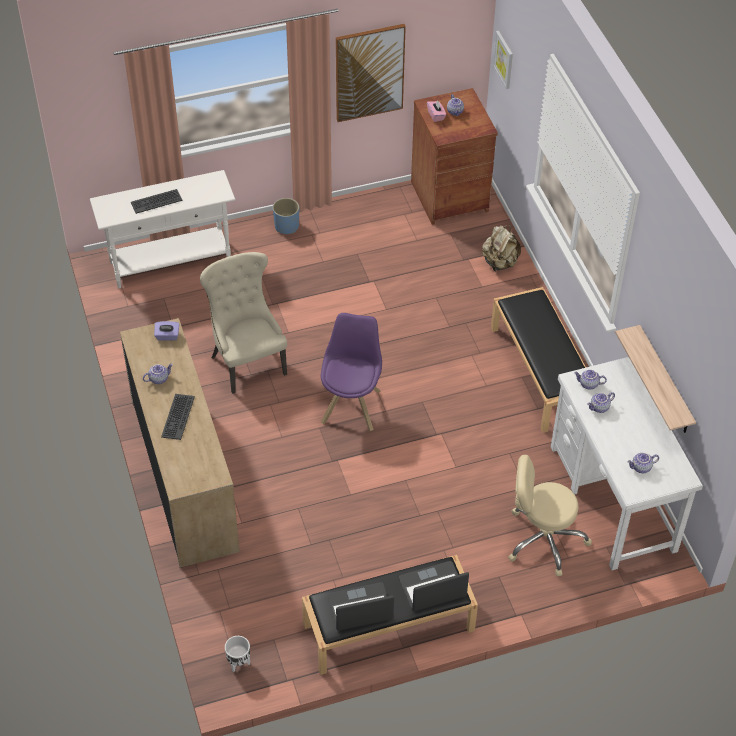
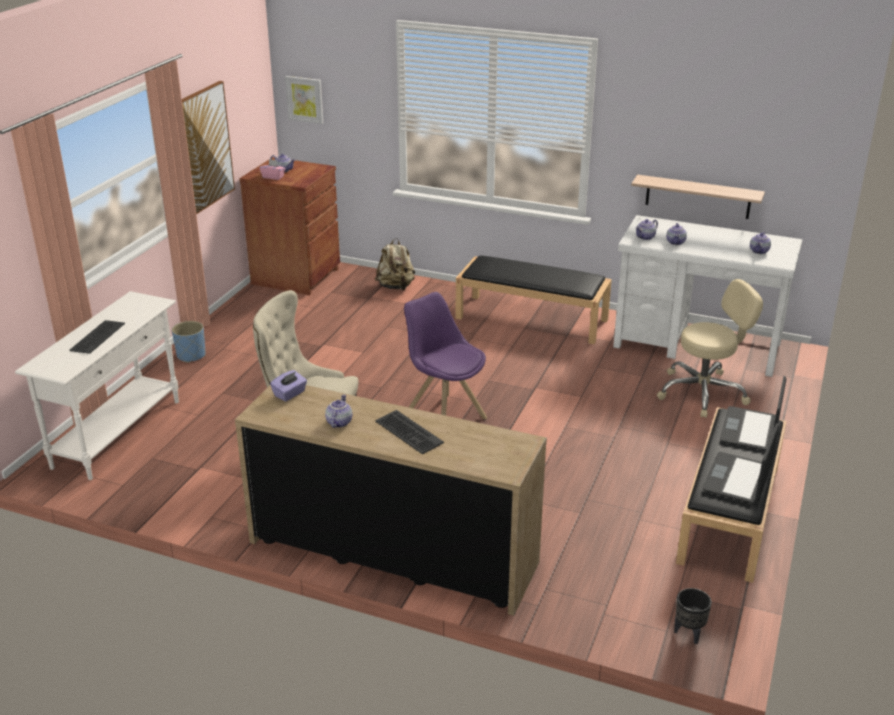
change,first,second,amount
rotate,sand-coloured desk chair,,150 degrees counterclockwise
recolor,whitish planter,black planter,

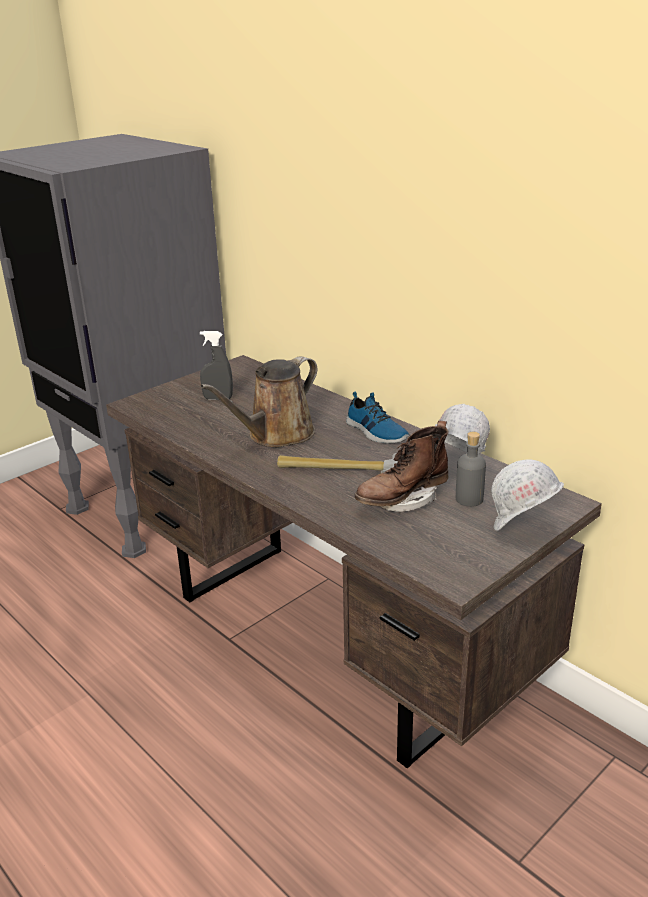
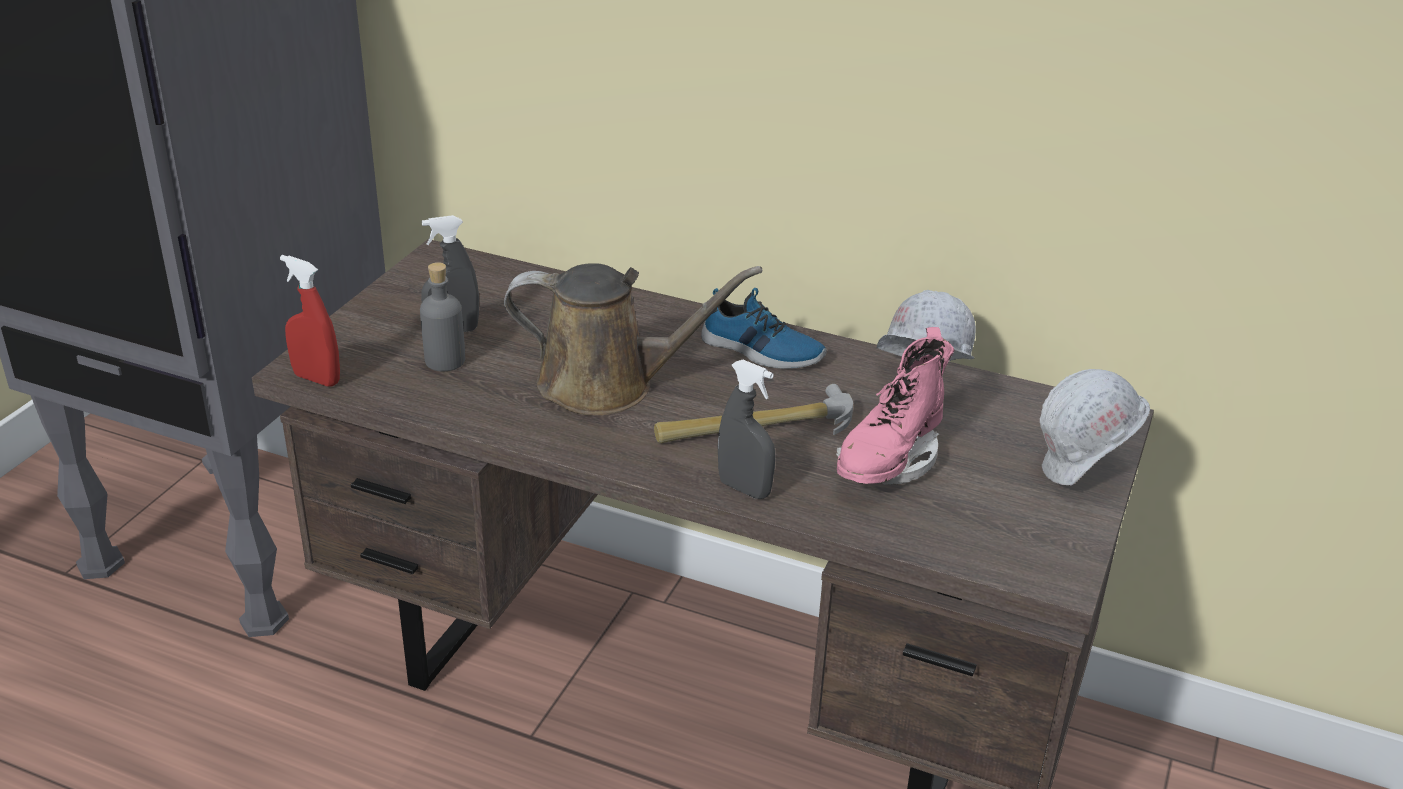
change,first,second,amount
rotate,brownish watering pot,,105 degrees counterclockwise
recolor,brownish high-top boot,pink-coloured high-top boot,
move,gray drink bottle,,
insert,,red spray bottle,
insert,,gray spray bottle (2nd from left),

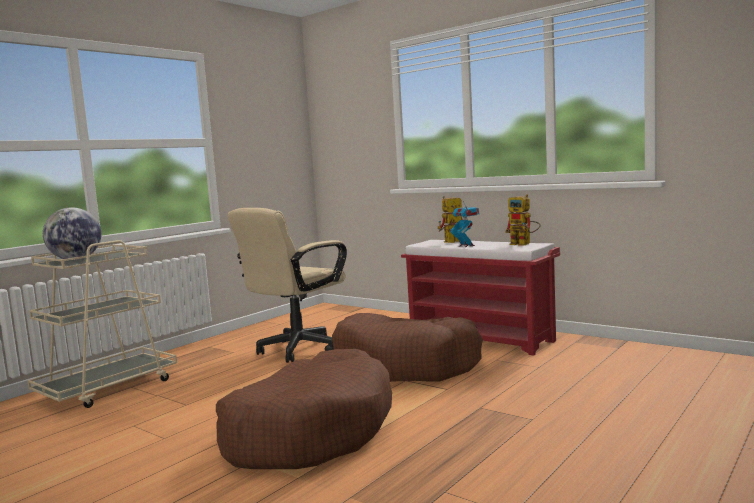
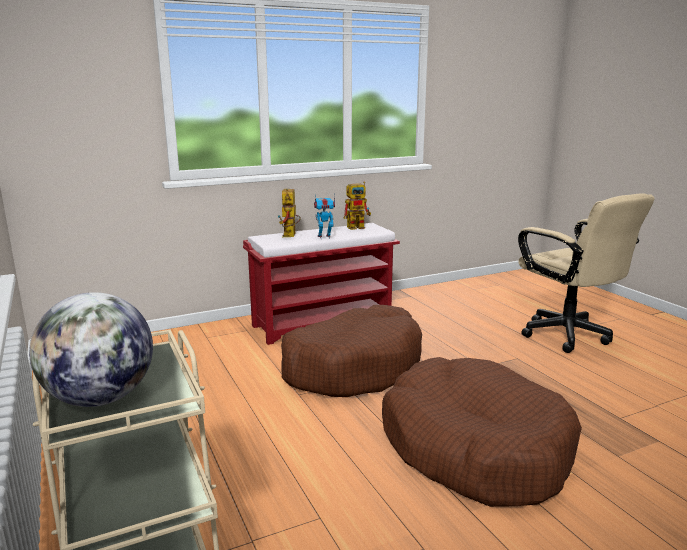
change,first,second,amount
move,sand-coloured desk chair,,

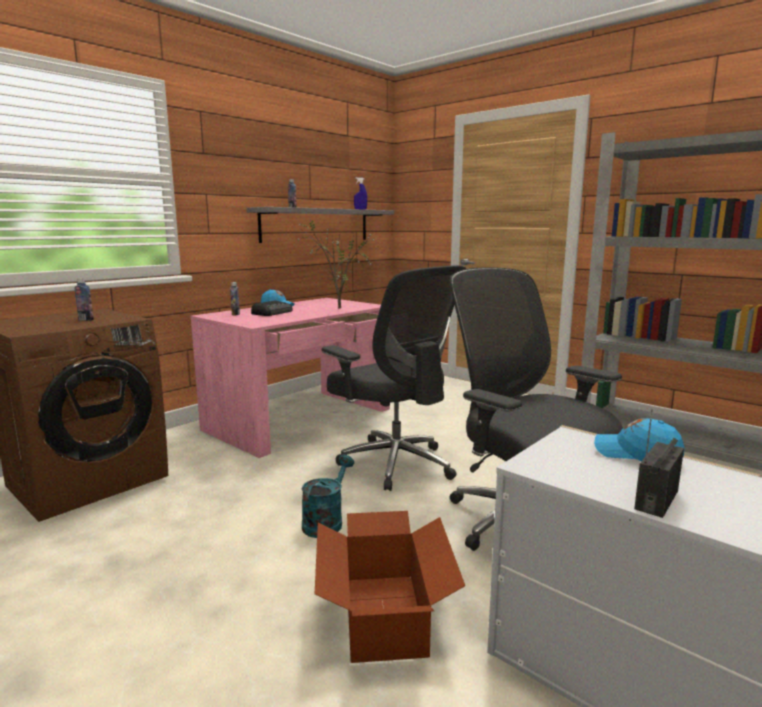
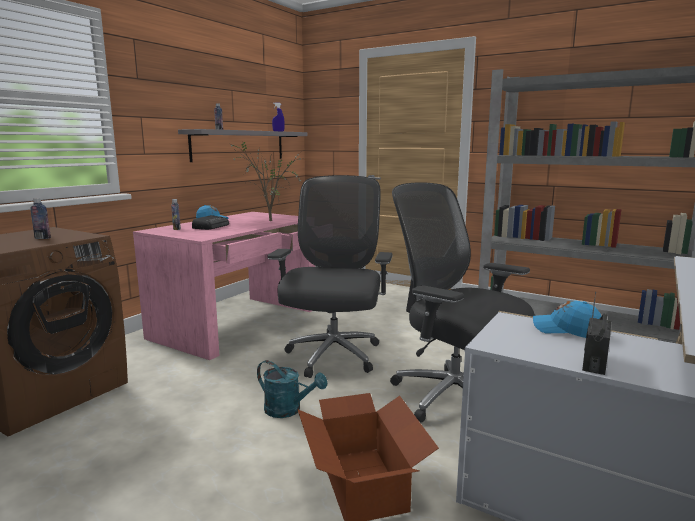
change,first,second,amount
rotate,desk chair (1st from left),,120 degrees counterclockwise
rotate,turquoise-coloured watering pot,,105 degrees clockwise

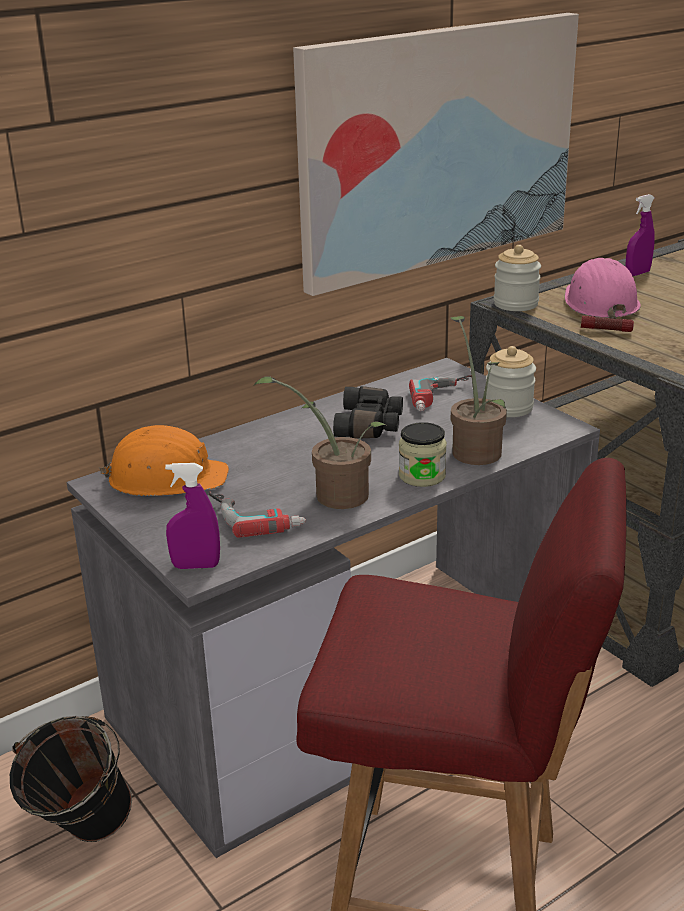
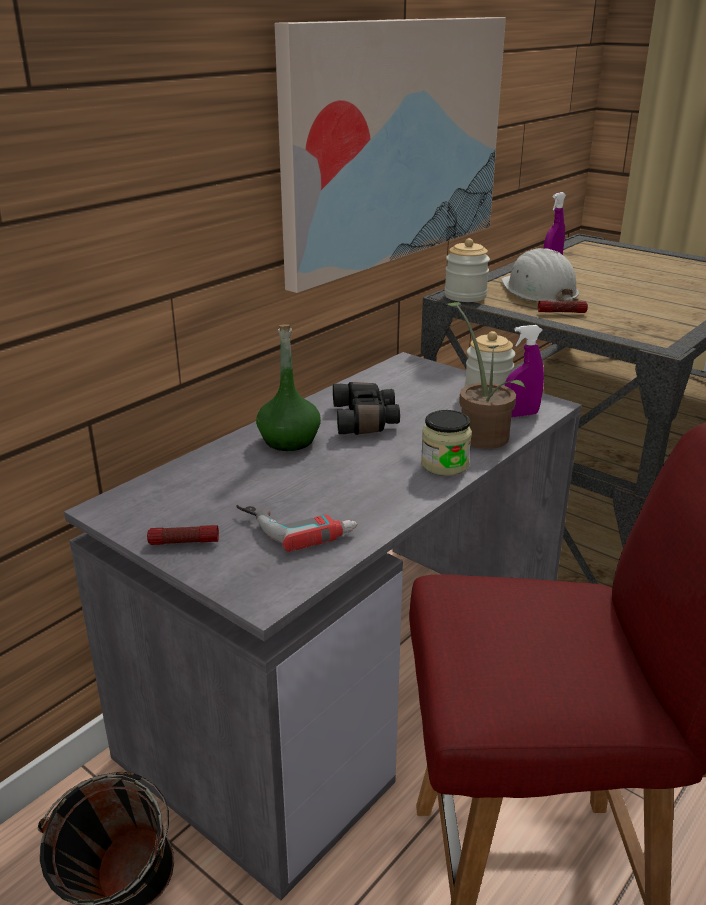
change,first,second,amount
recolor,pink-coloured work helmet,whitish work helmet,
delete,electric drill (2nd from left),,
delete,potted plant (1st from left),,
delete,orange work helmet,,
move,purple-coloured spray bottle (1st from left),,
insert,,green drink bottle,
insert,,torch (1st from left),

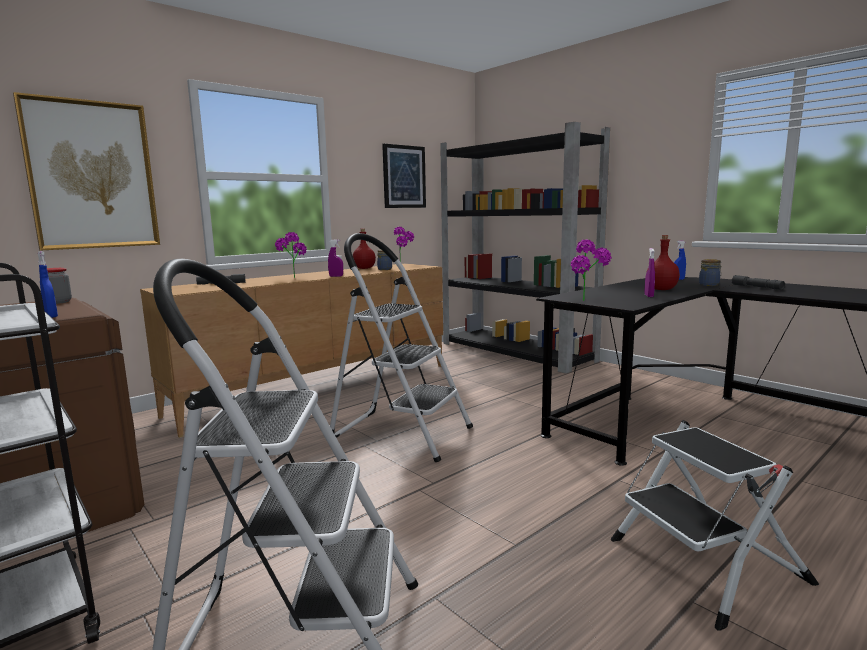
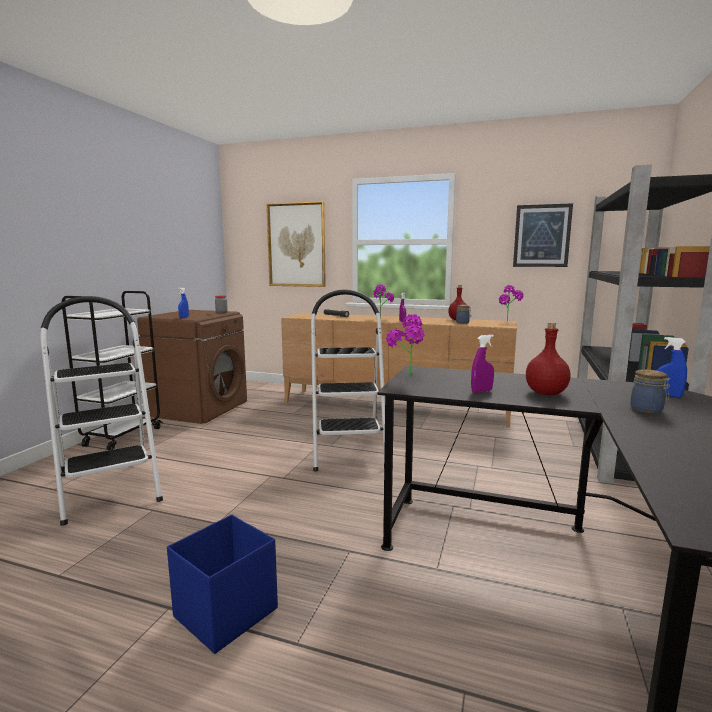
change,first,second,amount
delete,gray torch (2nd from left),,
replace,step ladder (3rd from left),bluish storage container,

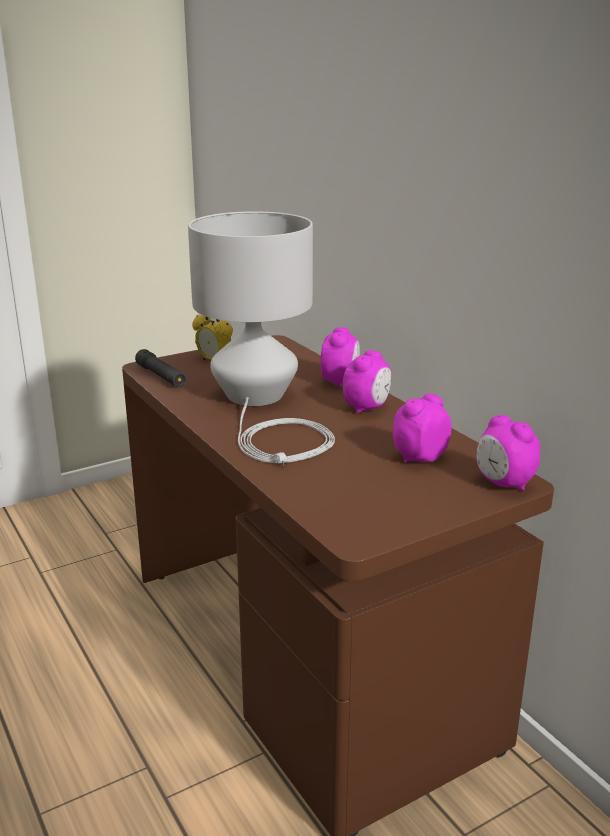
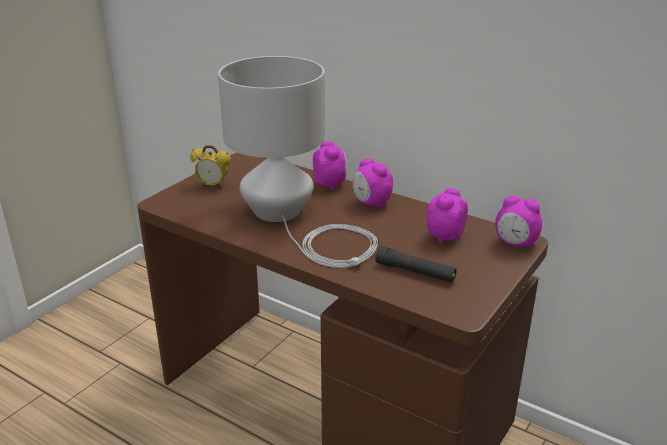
change,first,second,amount
move,black torch,,
rotate,alarm clock (3rd from left),,135 degrees clockwise

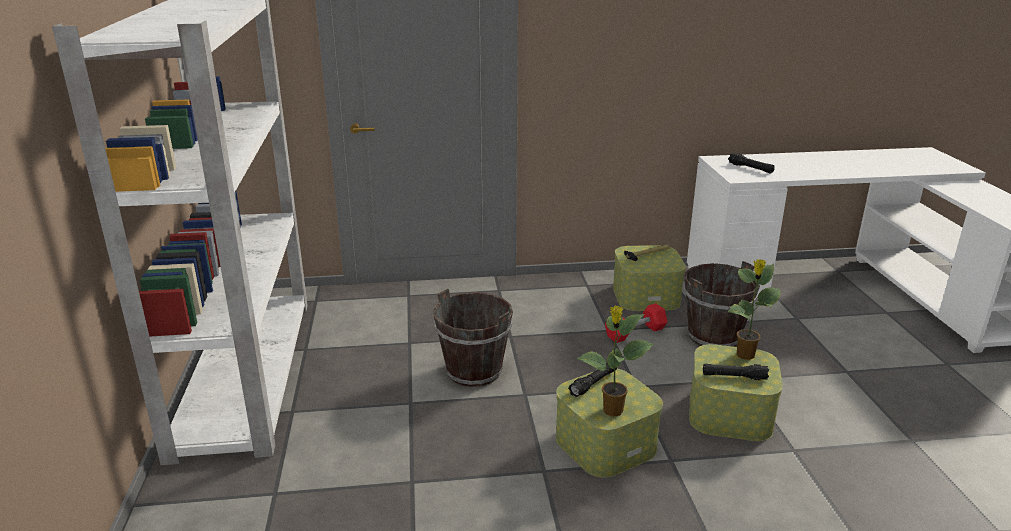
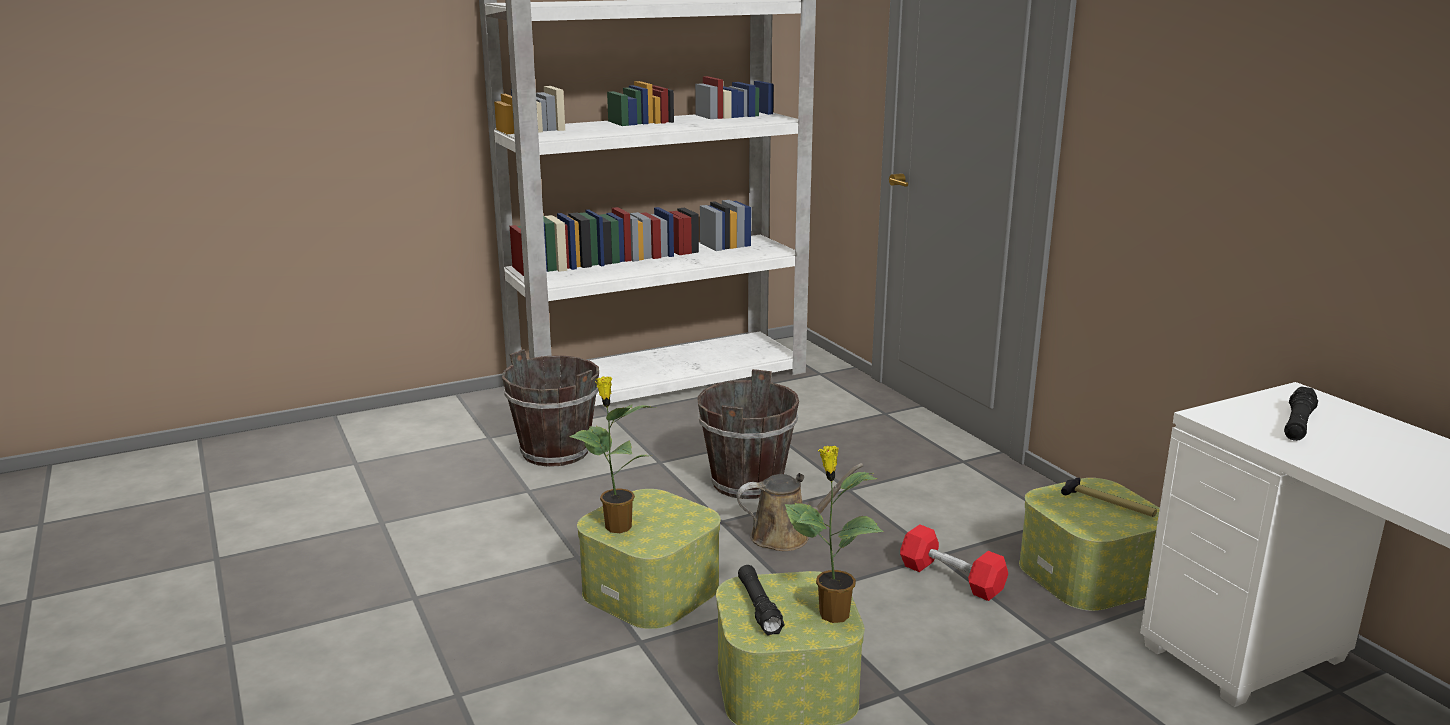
change,first,second,amount
move,brownish water bucket (2nd from left in the first image),brownish water bucket (1st from left),
delete,black torch (1st from left),,
insert,,brownish watering pot,

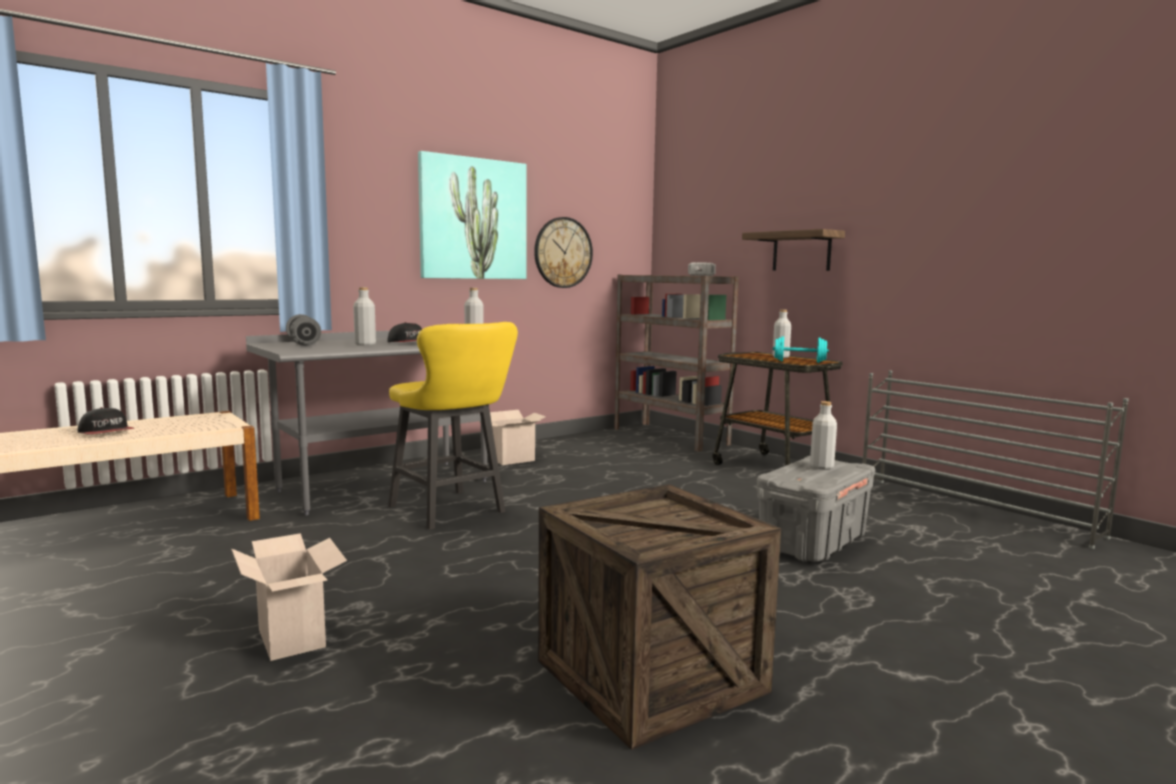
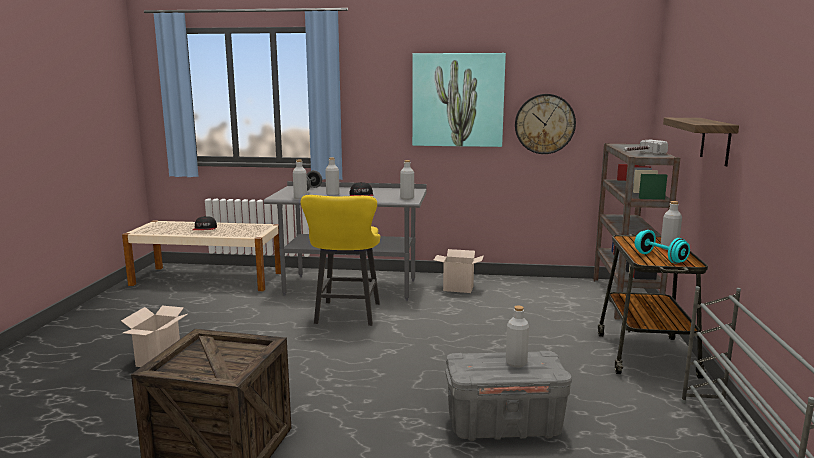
change,first,second,amount
insert,,gray drink bottle (1st from left),

